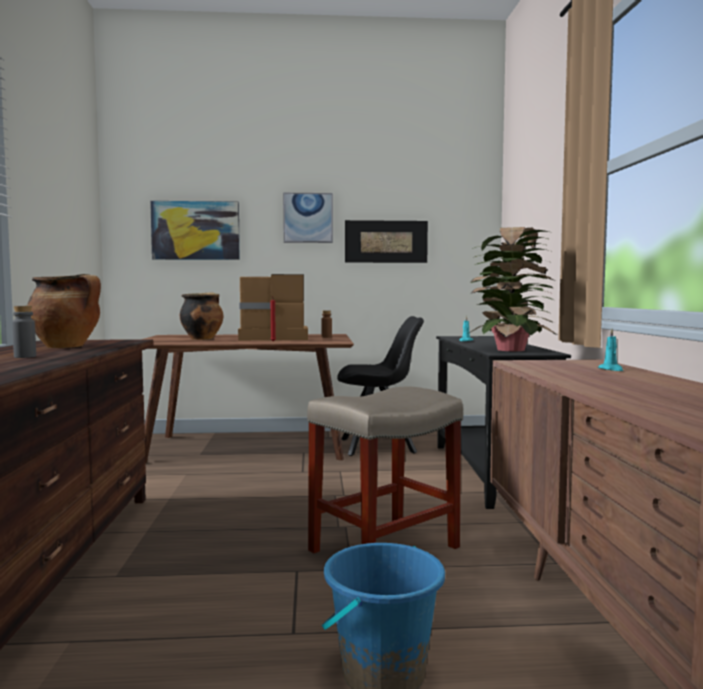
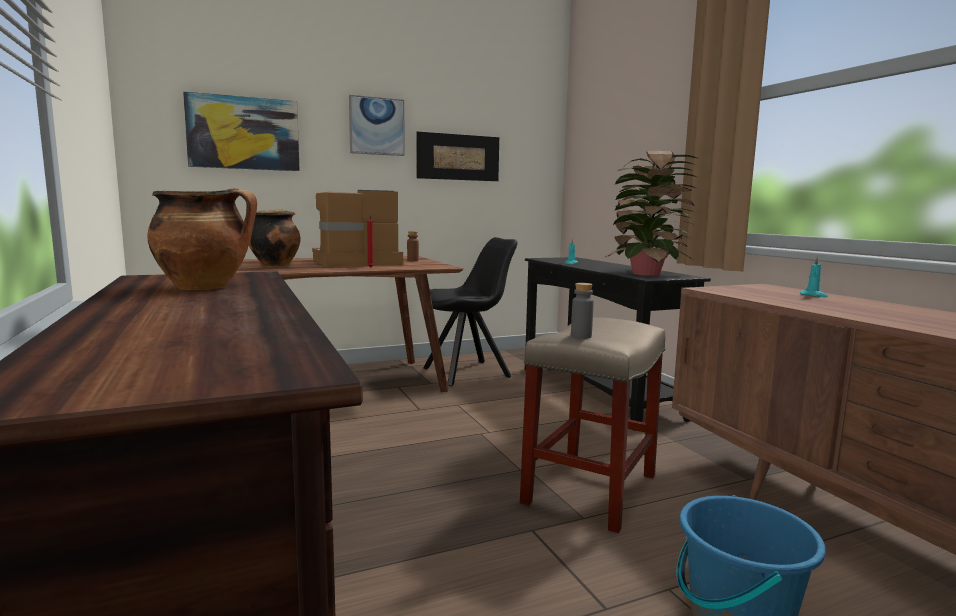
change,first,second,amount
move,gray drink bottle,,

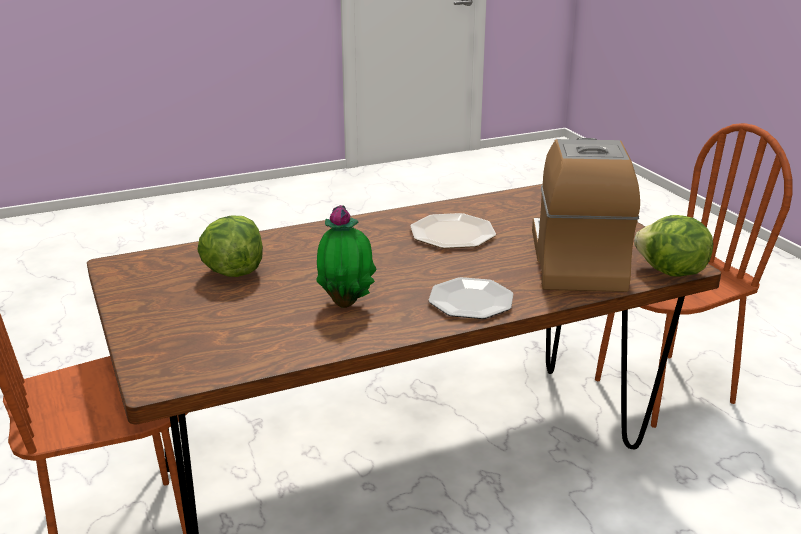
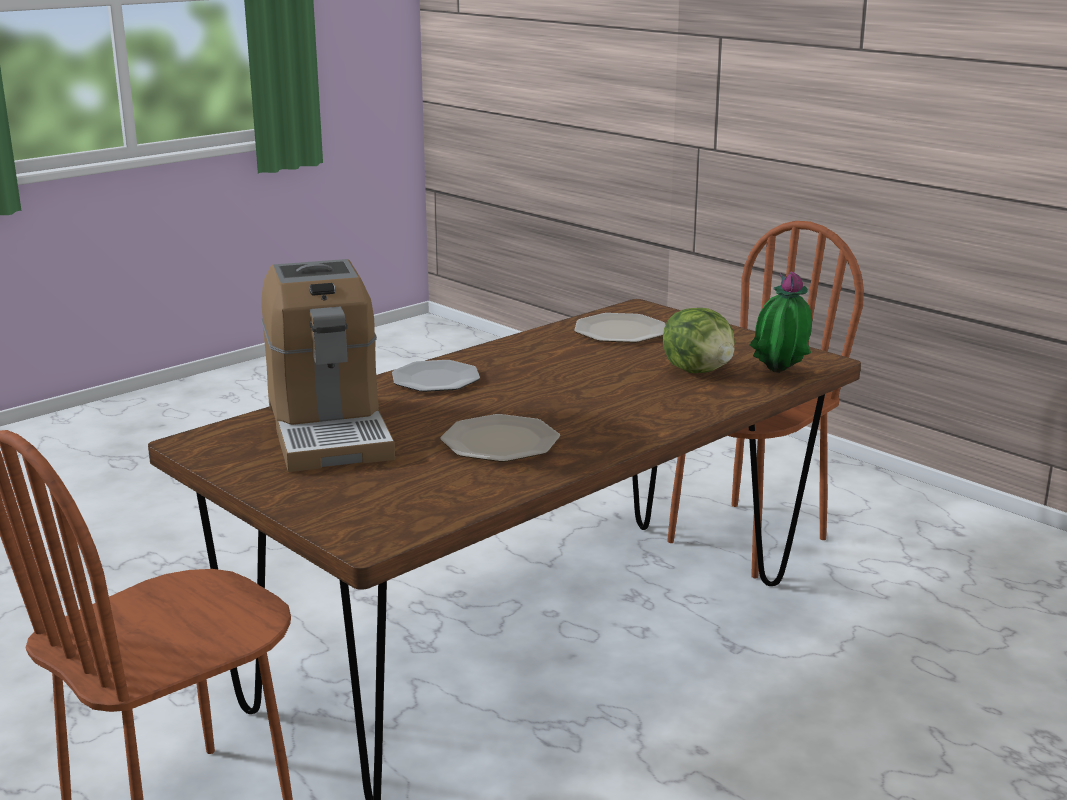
change,first,second,amount
move,potted plant,,
delete,lettuce (2nd from left),,
insert,,flat dish (3rd from left),

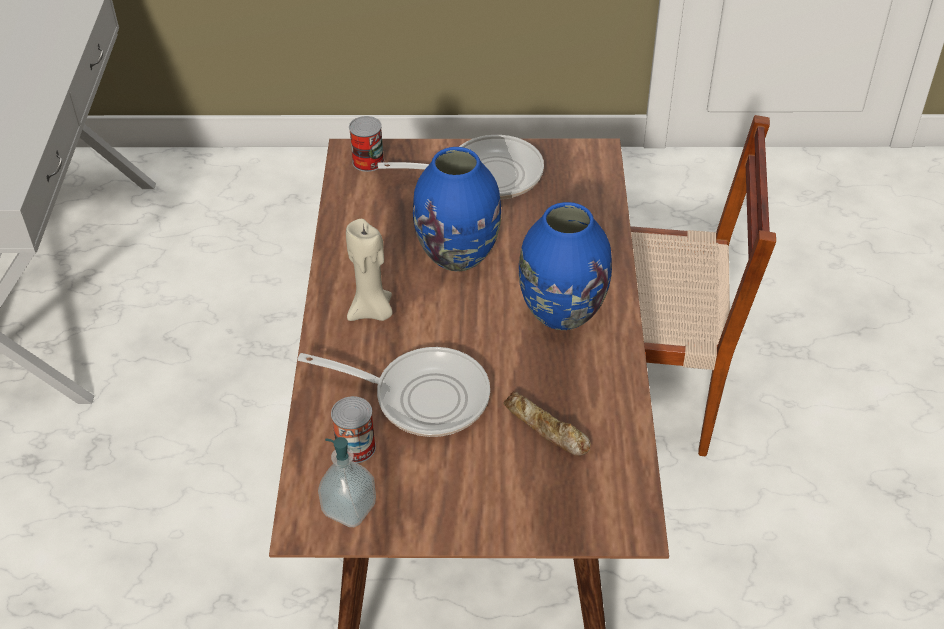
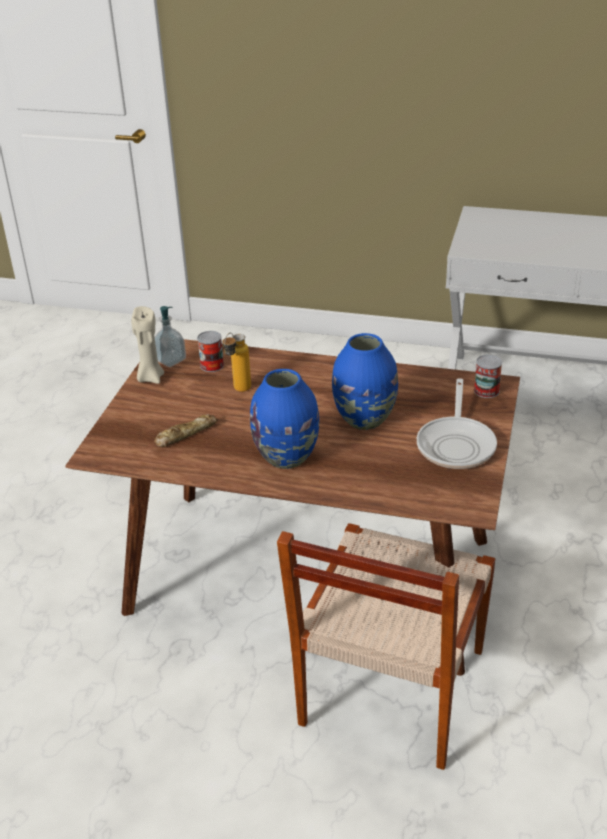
change,first,second,amount
move,sand-coloured wax light,,
replace,skillet (1st from left),drink bottle,

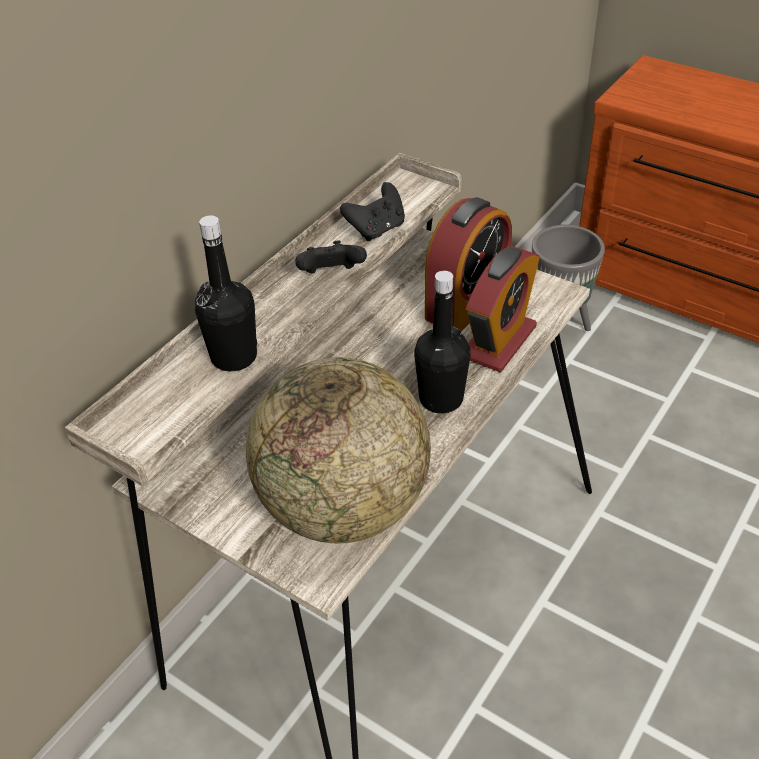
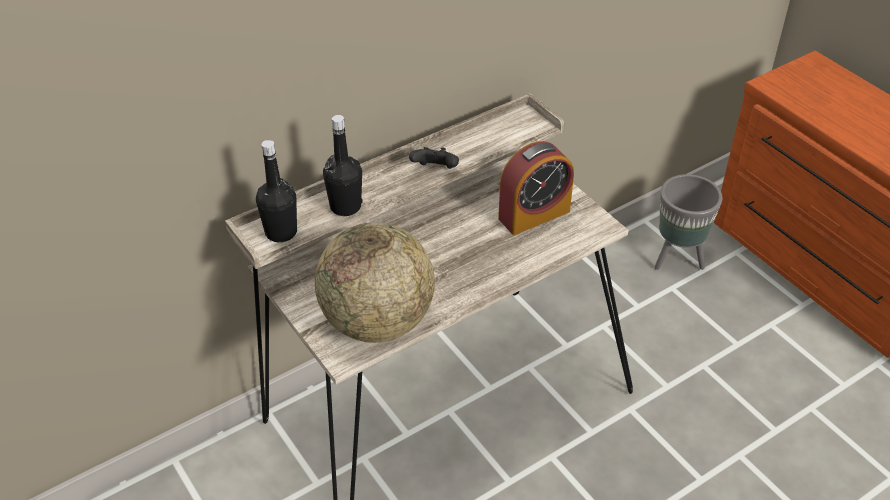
change,first,second,amount
delete,black gamepad (2nd from left),,
delete,alarm clock (2nd from left),,
move,black drink bottle (2nd from left in the first image),black drink bottle (1st from left),

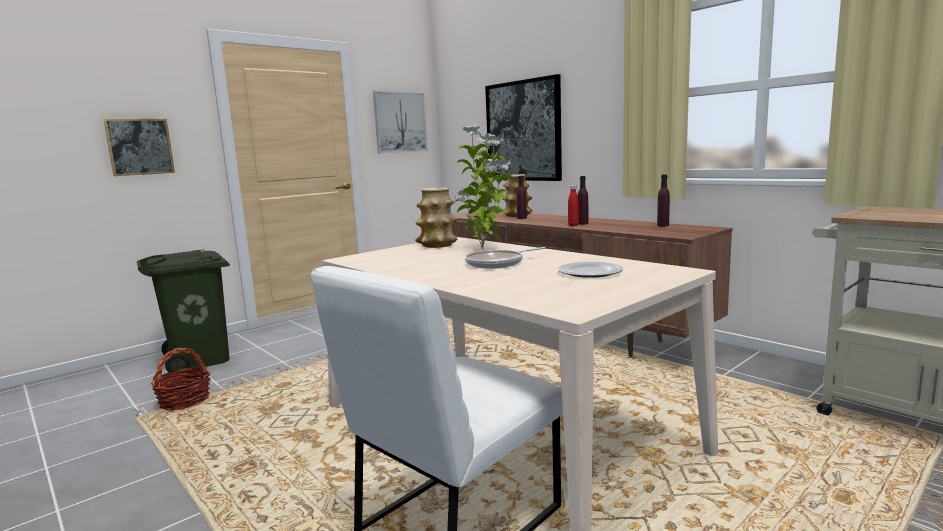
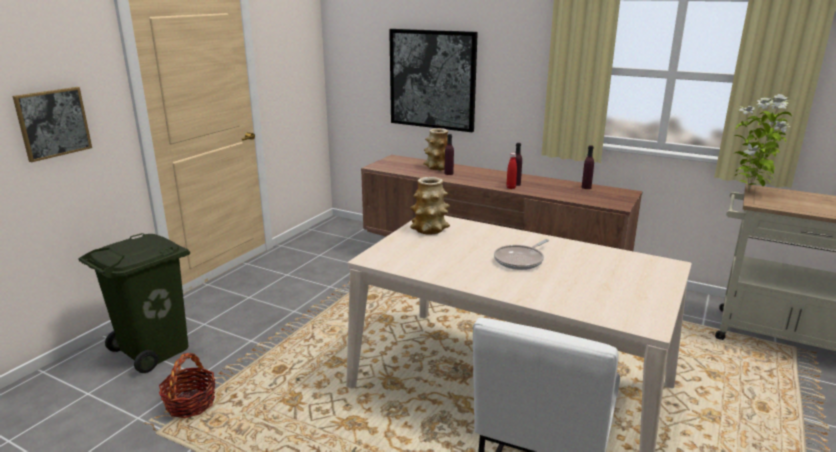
change,first,second,amount
delete,picture (2nd from left),,
move,potted plant,,
delete,flat dish,,

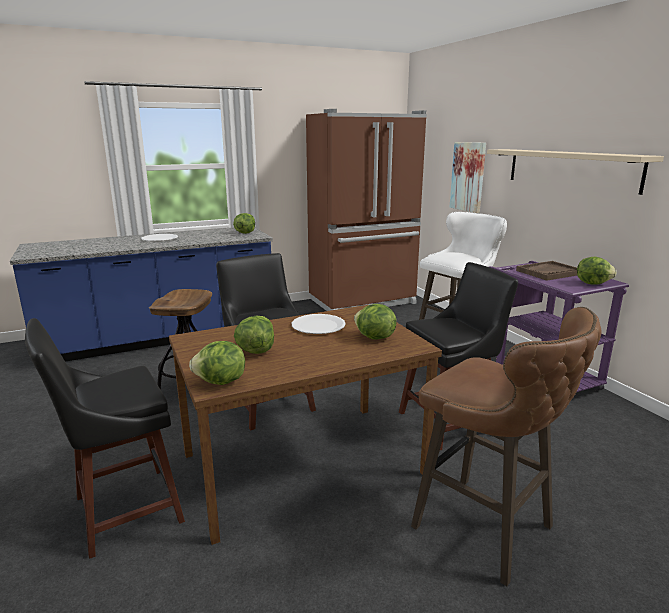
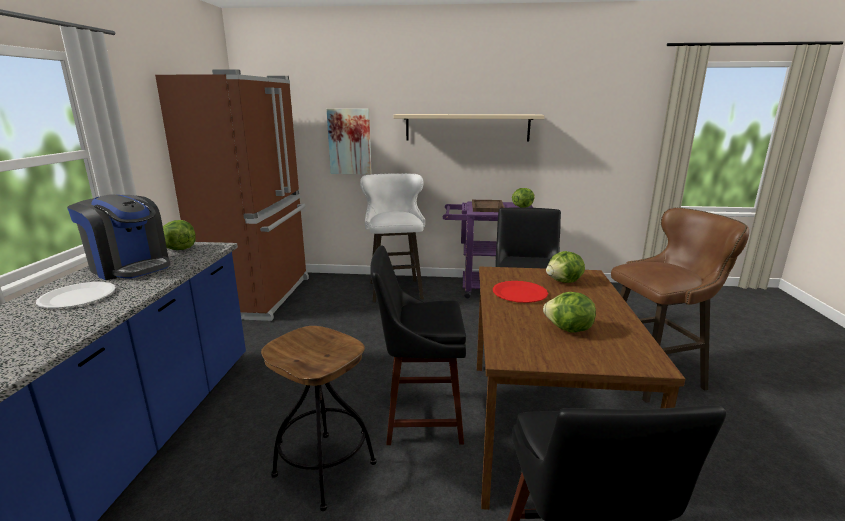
change,first,second,amount
recolor,whitish flat dish (2nd from left),red flat dish,
delete,lettuce (1st from left),,
insert,,coffee brewer,

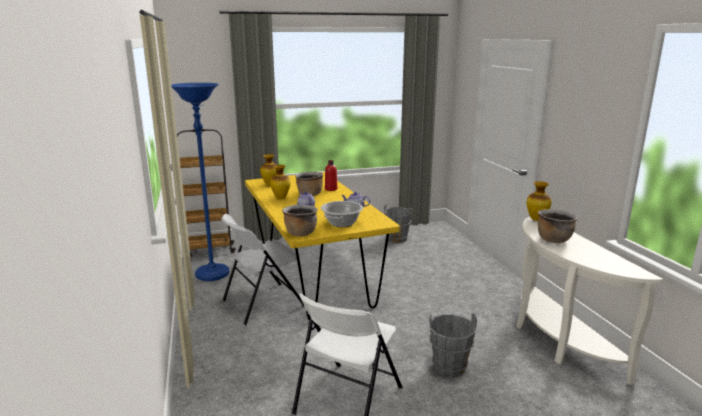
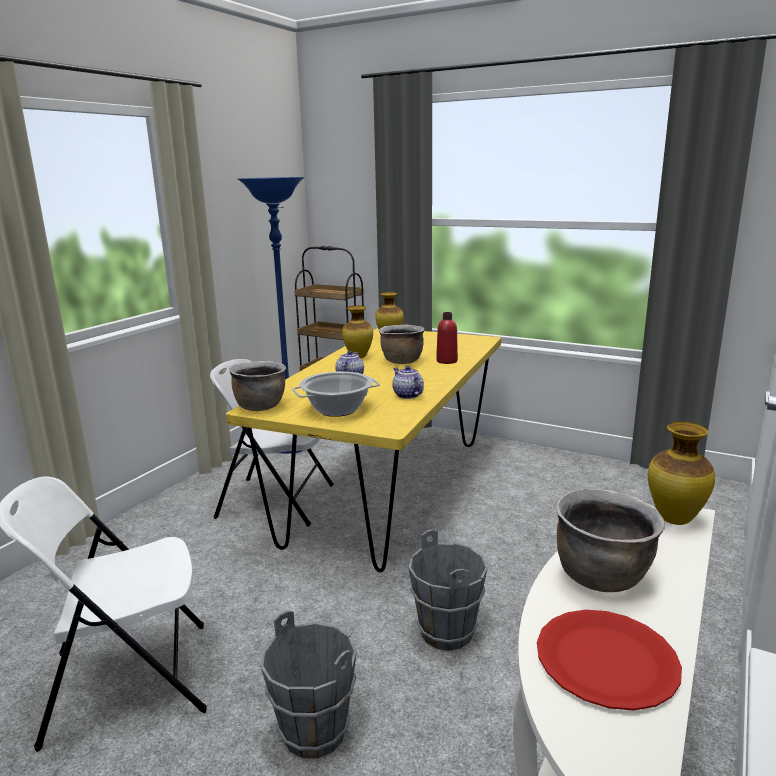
change,first,second,amount
move,gray water bucket (1st from left in the first image),gray water bucket (2nd from left),
insert,,red flat dish,

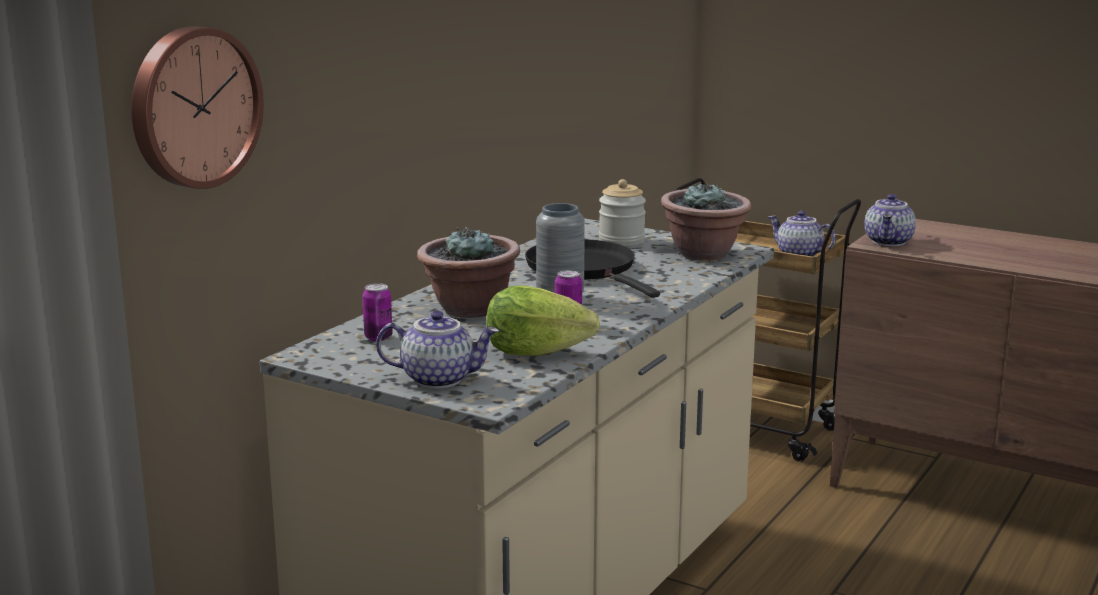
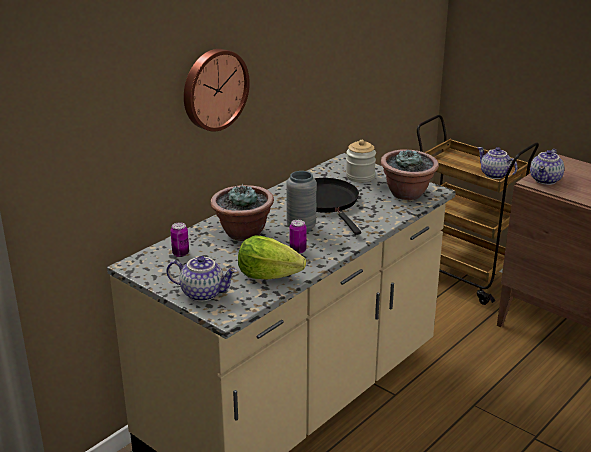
change,first,second,amount
move,clock on the wall,,

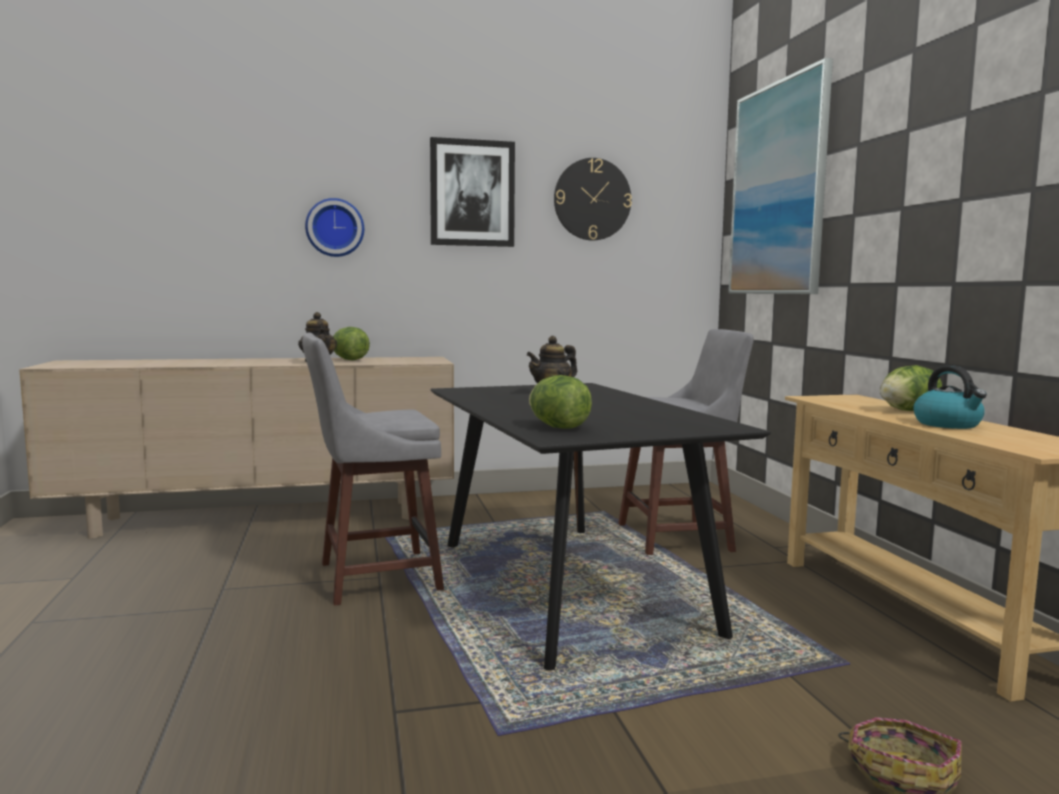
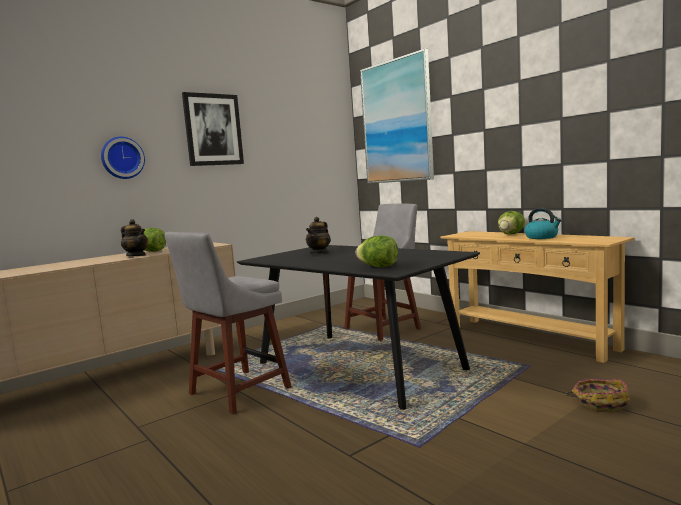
change,first,second,amount
delete,clock on the wall (2nd from left),,

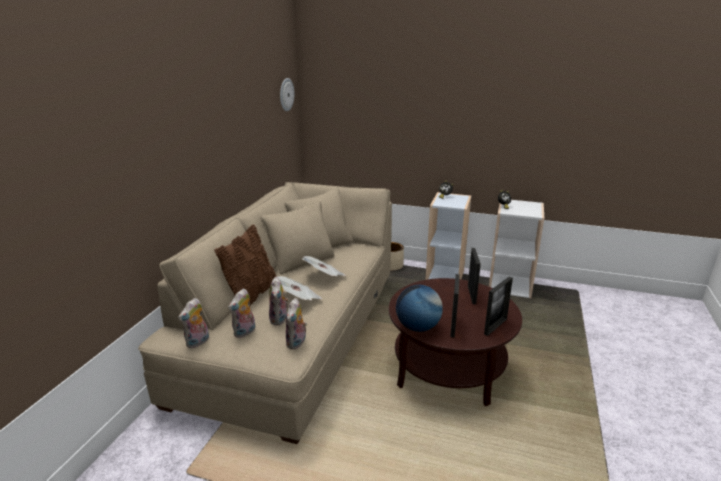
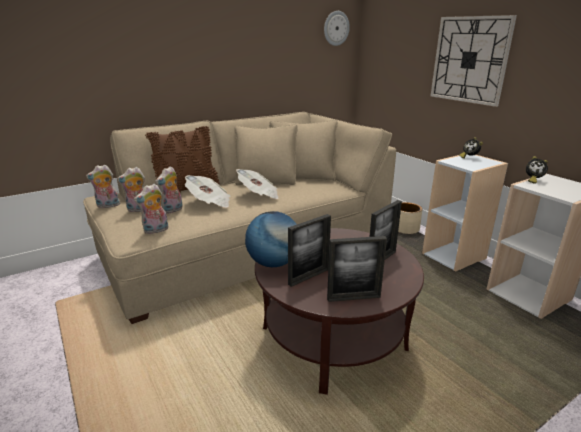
change,first,second,amount
insert,,clock on the wall (2nd from left),

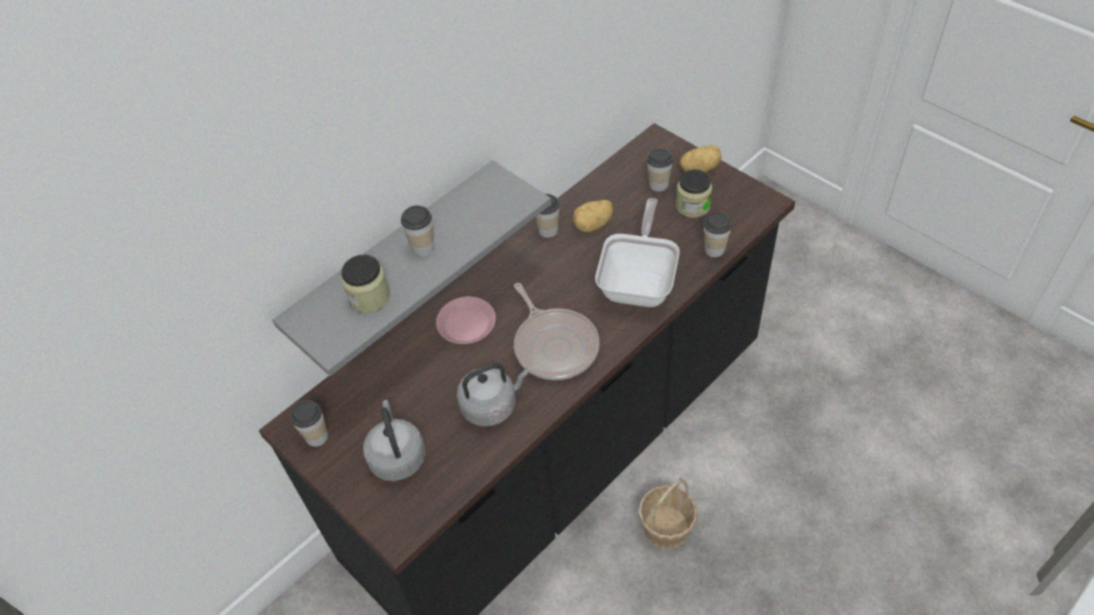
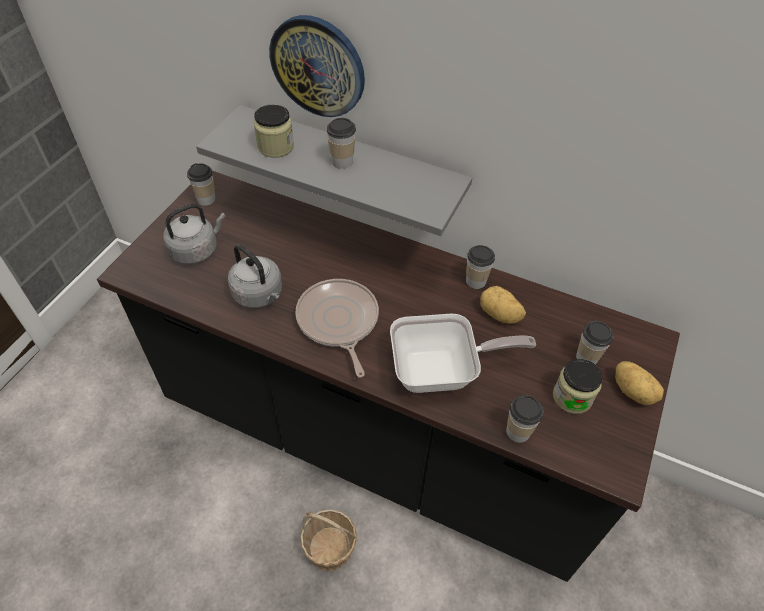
change,first,second,amount
rotate,skillet (1st from left),,120 degrees clockwise
delete,pink-coloured flat dish,,
insert,,clock on the wall,

